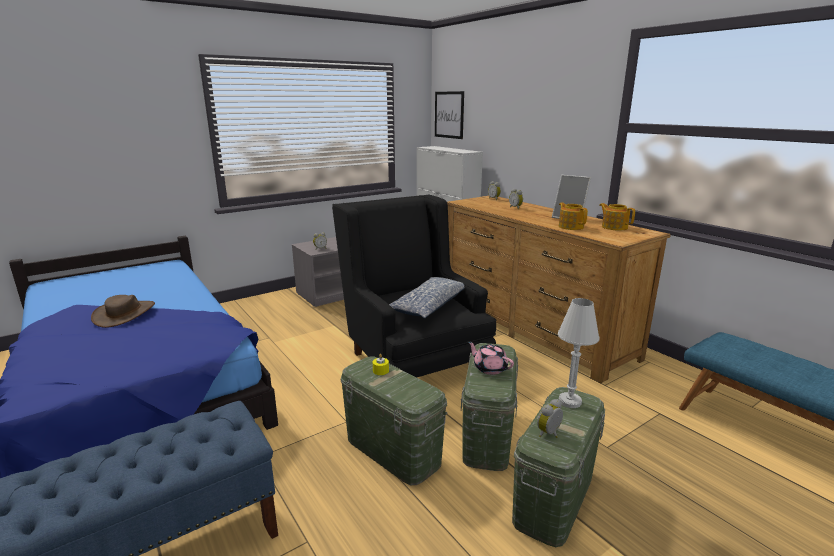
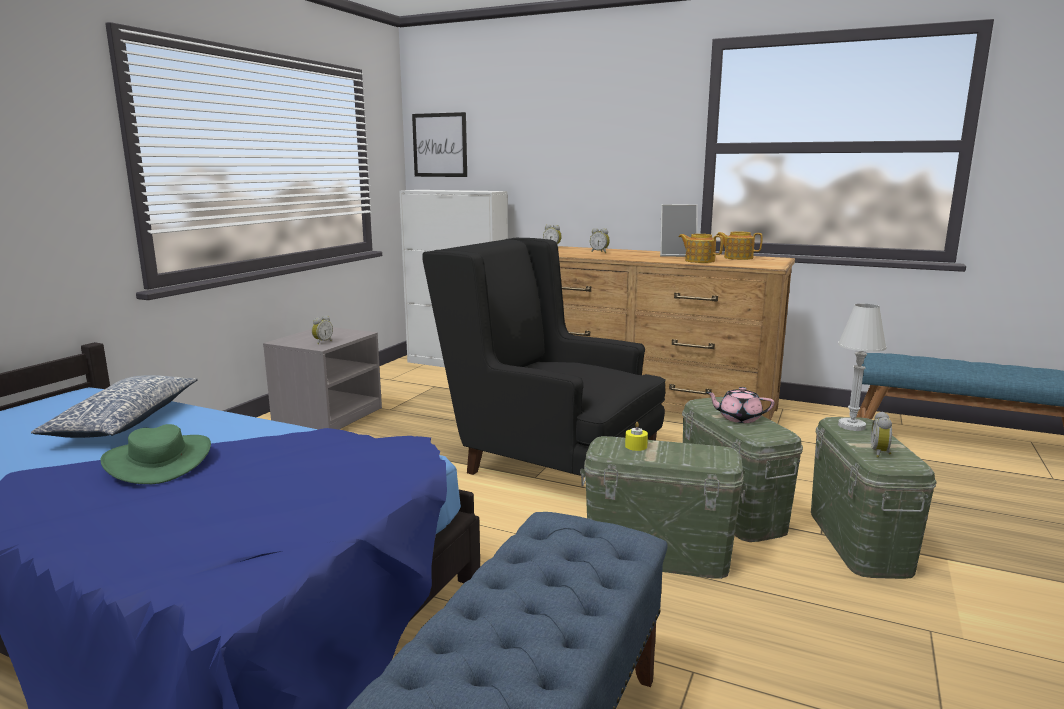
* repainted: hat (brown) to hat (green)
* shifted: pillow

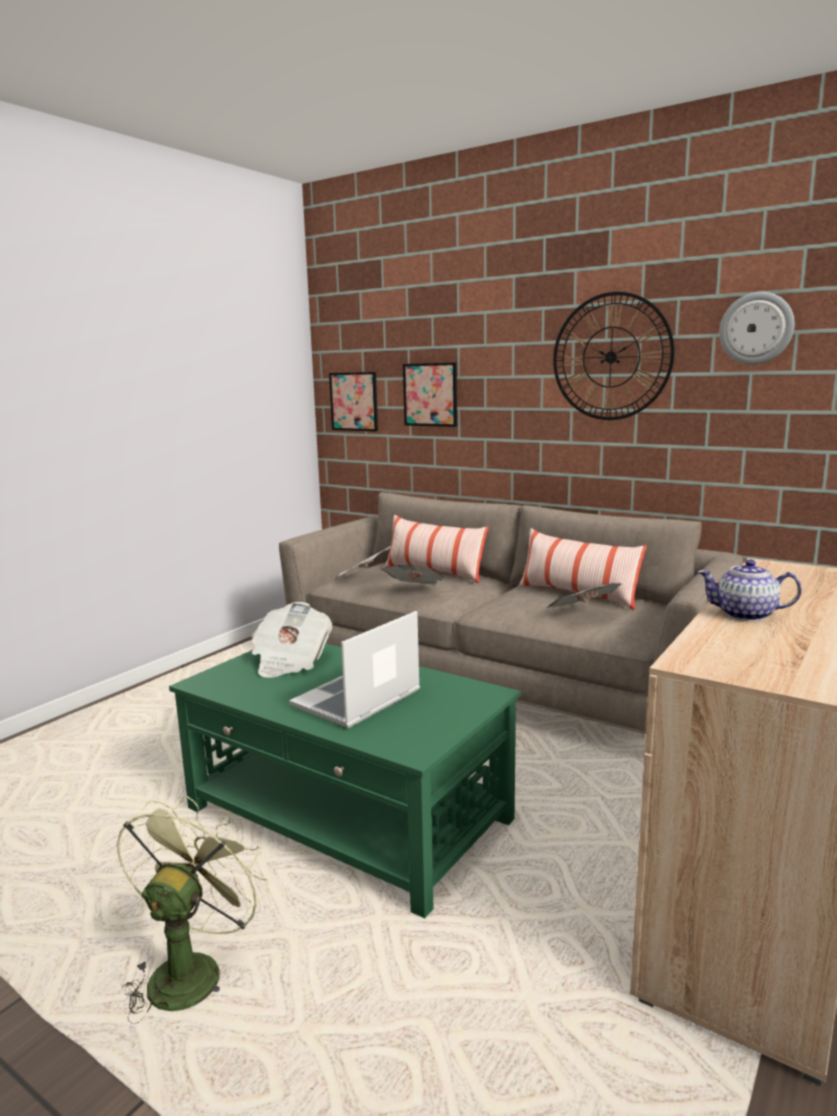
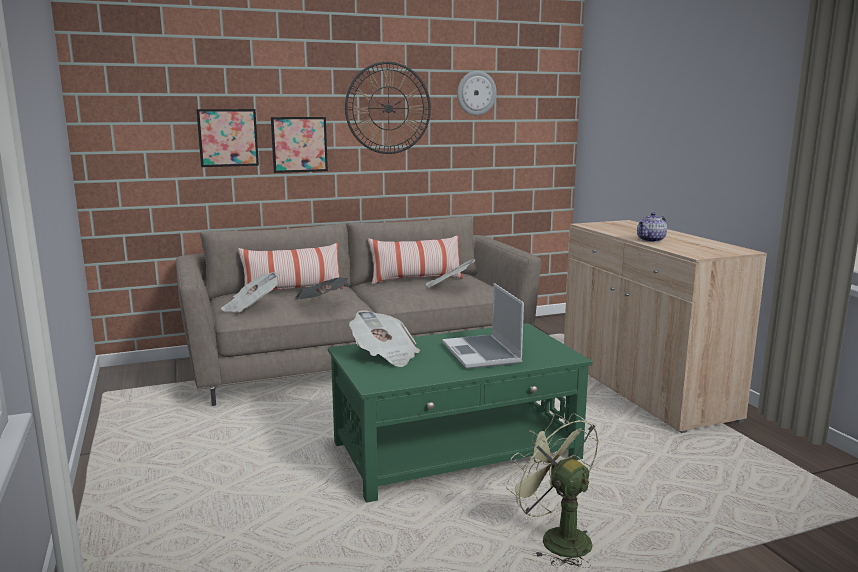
* shifted: picture (no. 1 from left in the first image) to picture (no. 2 from left)

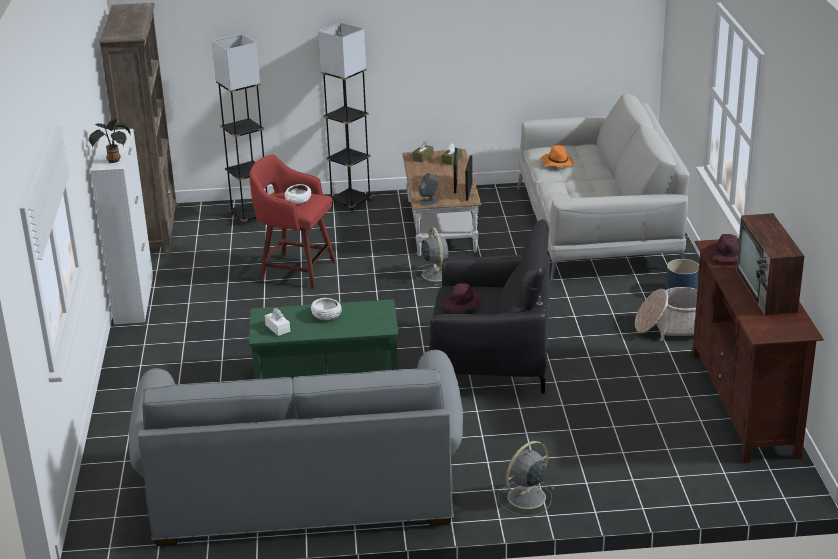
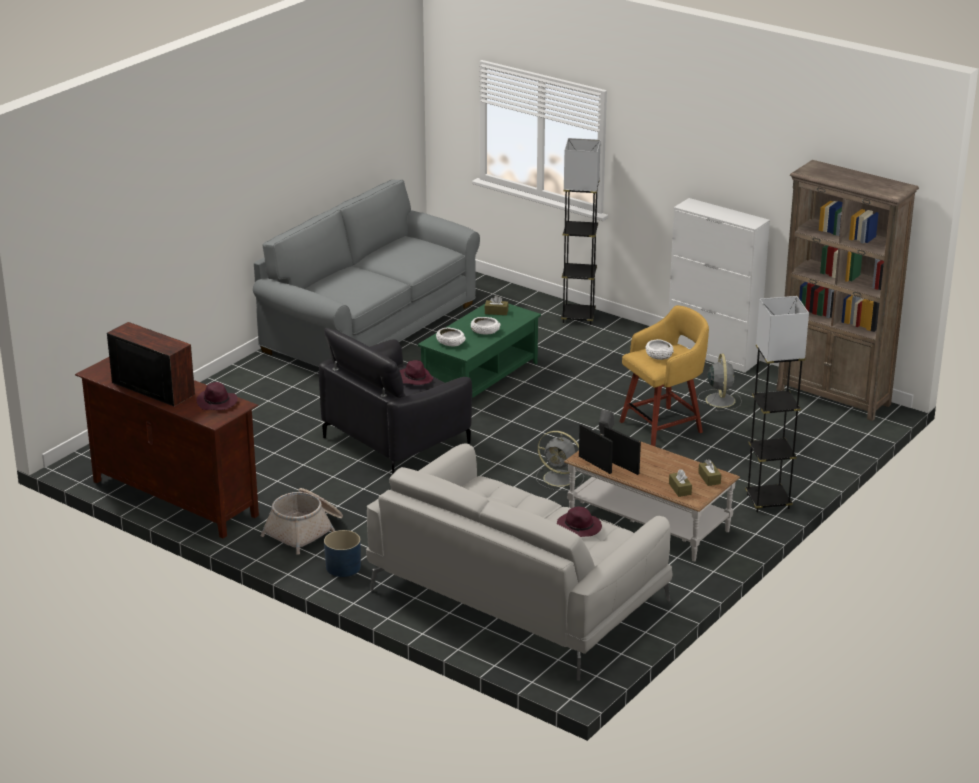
* gone: potted plant
* shifted: floor lamp (grey) (no. 1 from left)
* repainted: stool (red) to stool (yellow)
* repainted: tissue box (white) to tissue box (brown) (no. 1 from left)
* shifted: fan (grey) (no. 2 from left)
* repainted: hat (orange) to hat (purple) (no. 3 from left)
* new: bowl (white) (no. 1 from left)

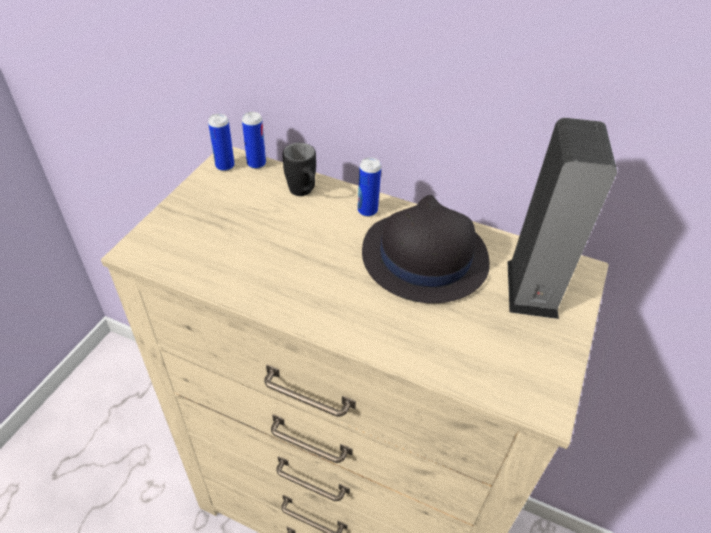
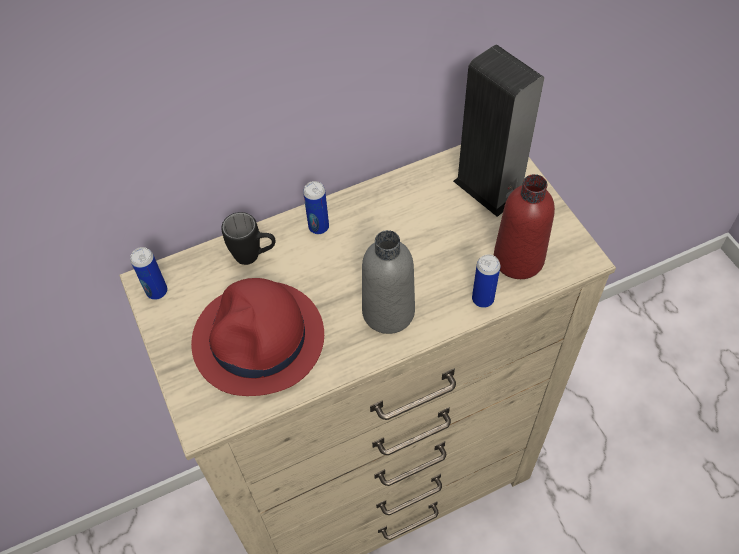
* shifted: can (no. 2 from left in the first image) to can (no. 3 from left)
* gone: hat (black)
* new: hat (red)
* new: bottle (grey)
* new: bottle (red)

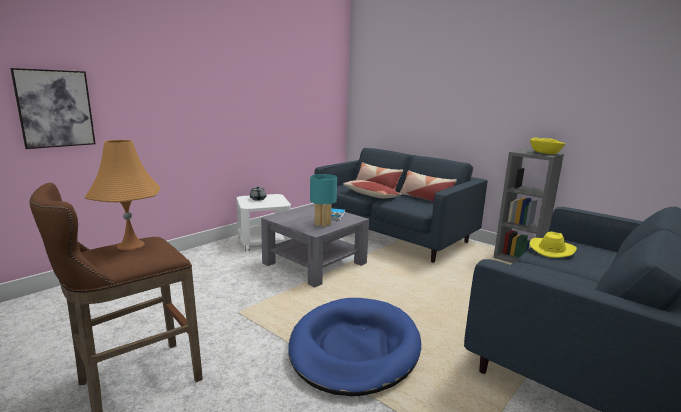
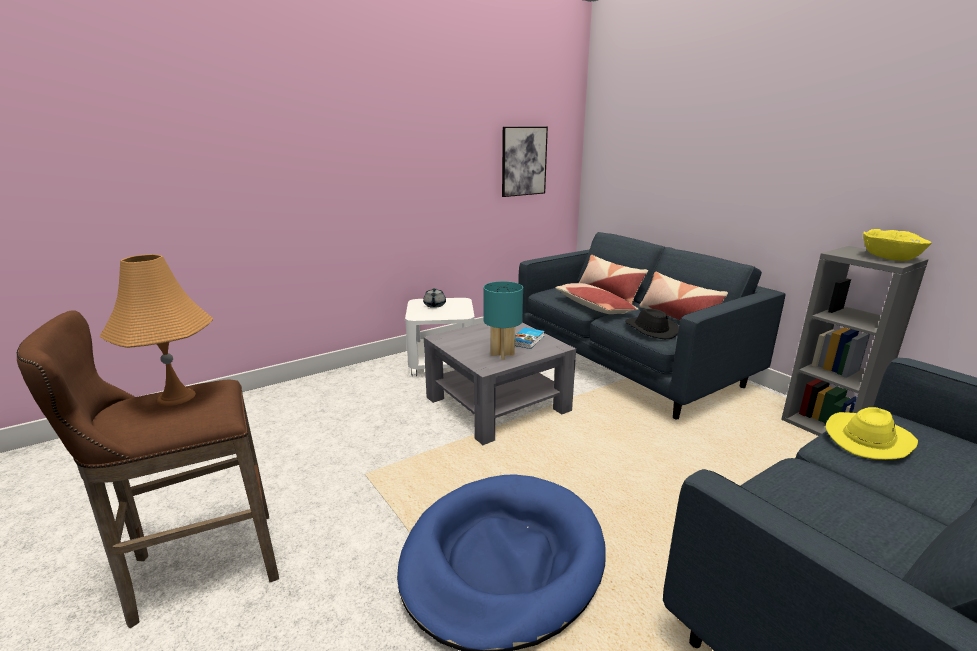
* shifted: picture
* new: hat (black)

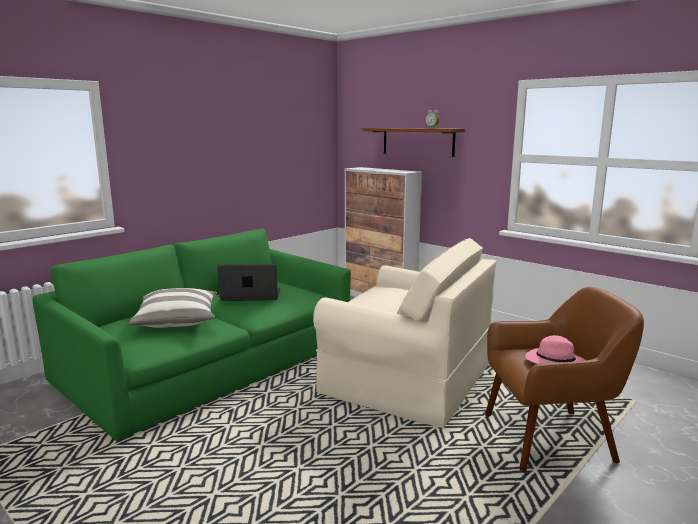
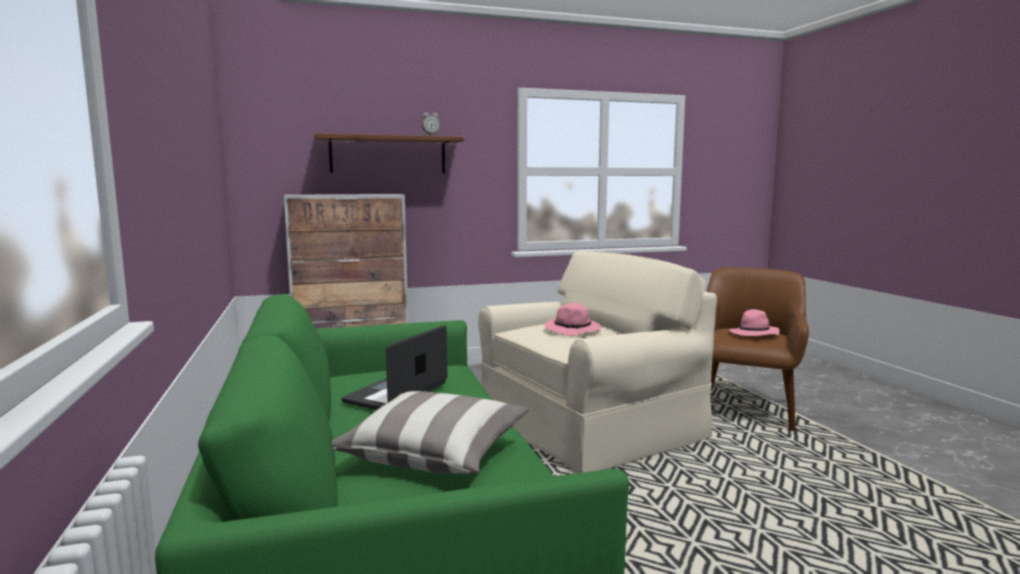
* new: hat (pink) (no. 1 from left)

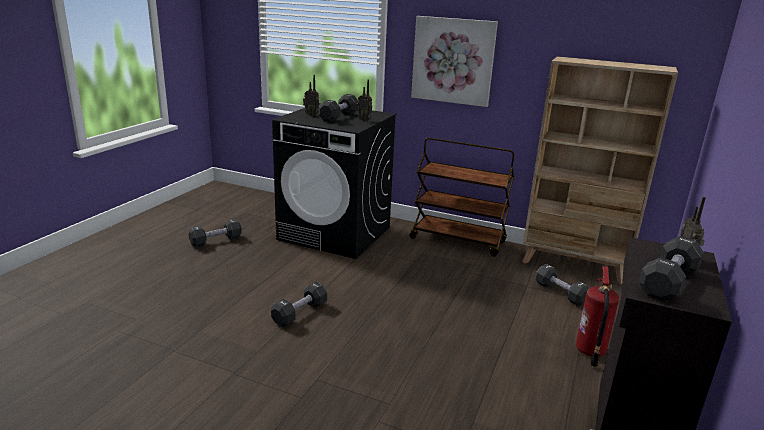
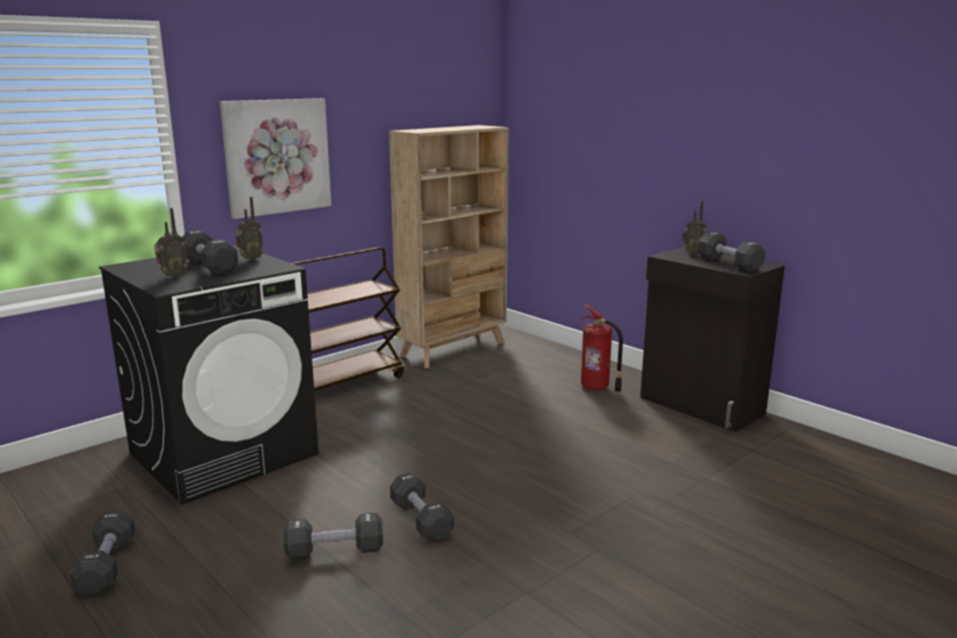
* shifted: dumbbell (black) (no. 4 from left in the first image) to dumbbell (black) (no. 3 from left)

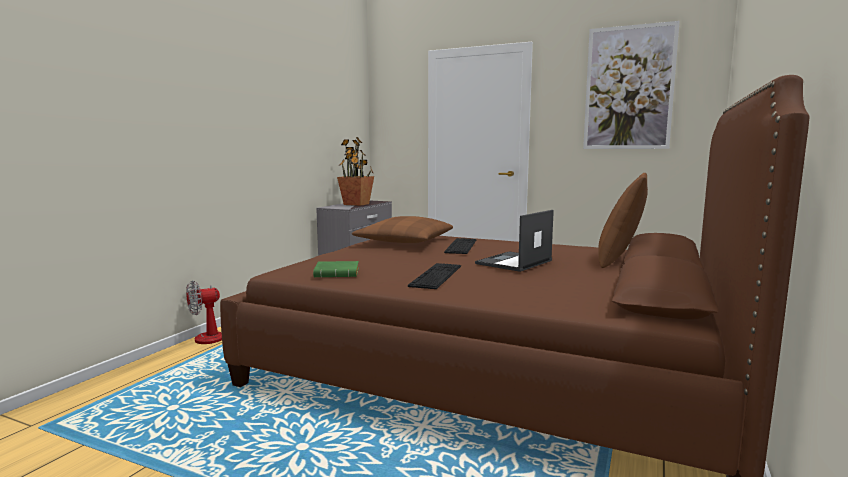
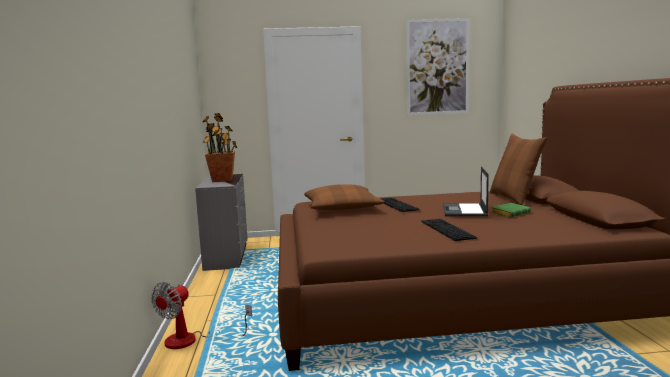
* shifted: book (green)

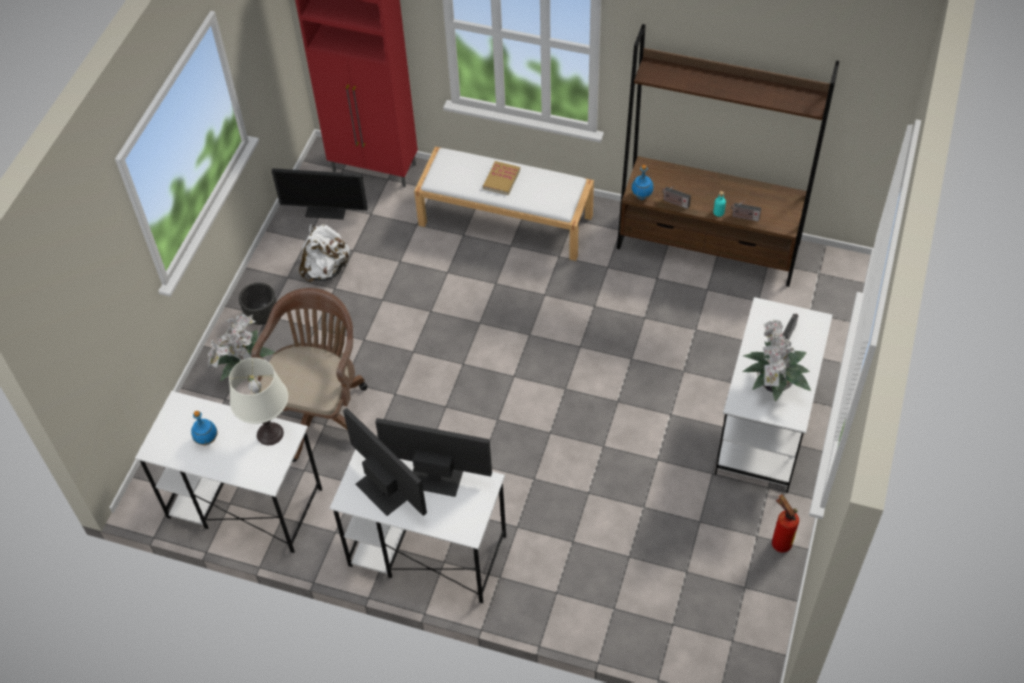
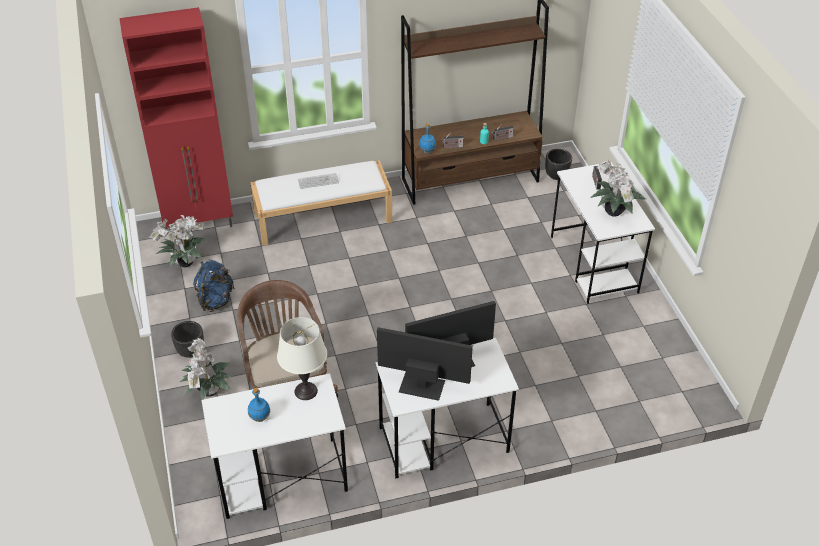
* swapped: monitor (no. 1 from left) to potted plant (no. 1 from left)
* repainted: backpack (white) to backpack (blue)
* swapped: book to keyboard
* gone: fire extinguisher
* new: planter (black) (no. 2 from left)

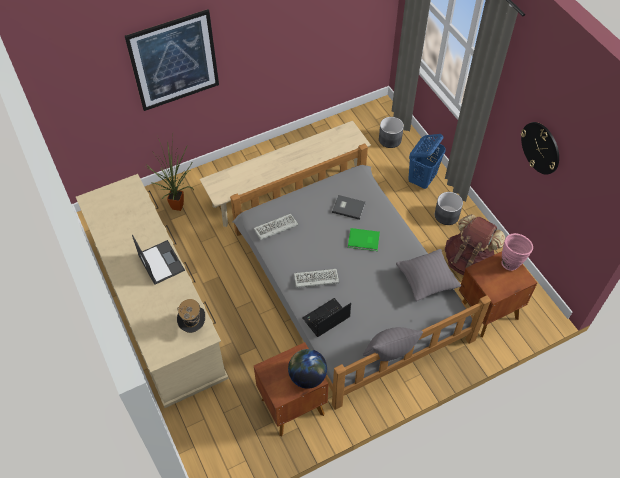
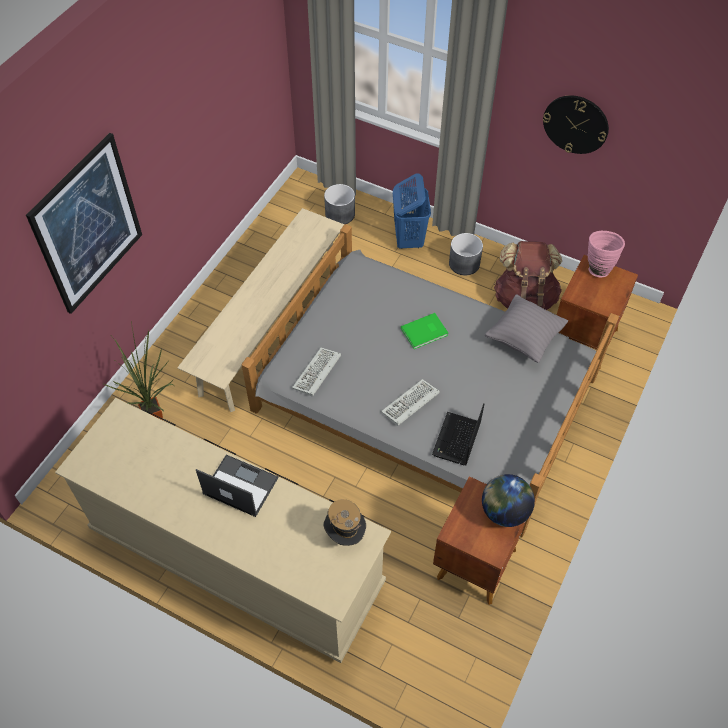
* gone: book (grey)
* gone: pillow (grey) (no. 1 from left)

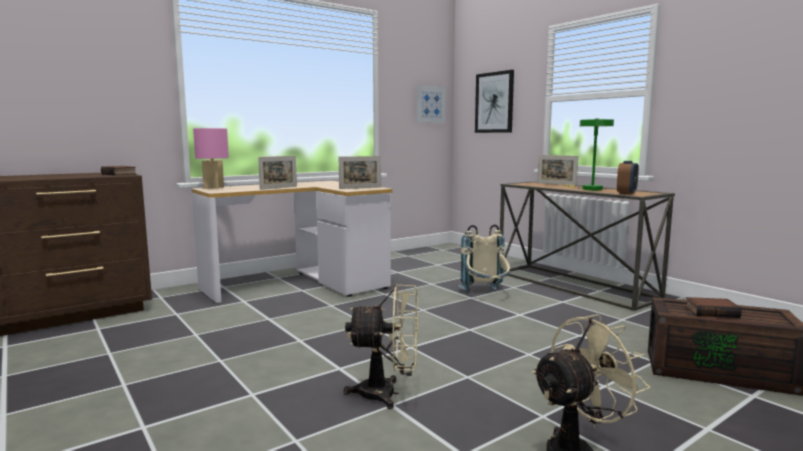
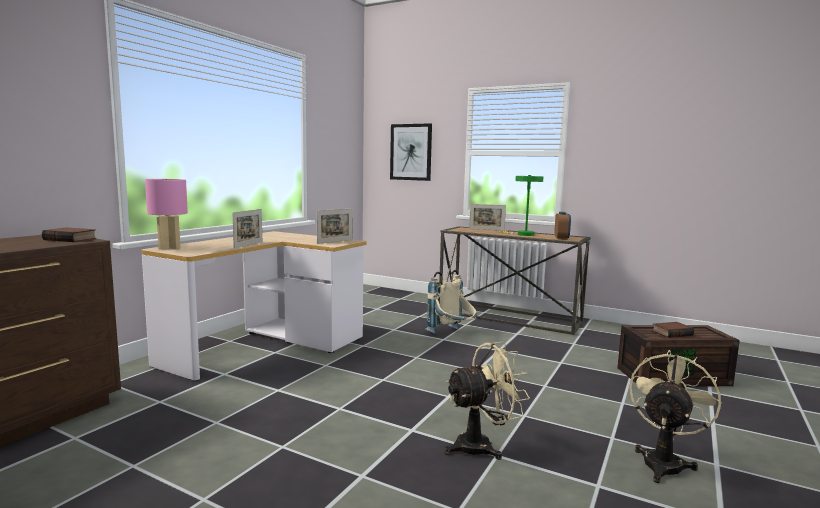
* gone: picture (no. 1 from left)

